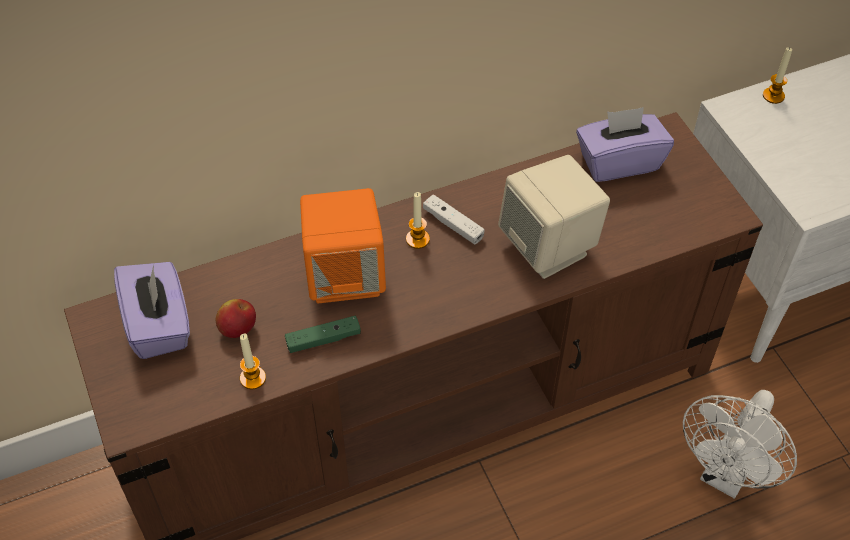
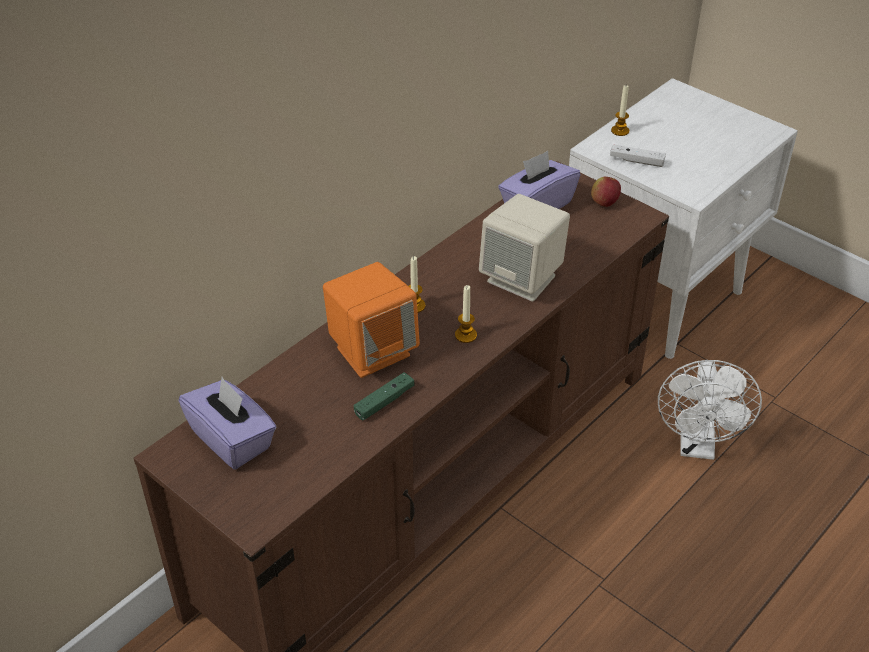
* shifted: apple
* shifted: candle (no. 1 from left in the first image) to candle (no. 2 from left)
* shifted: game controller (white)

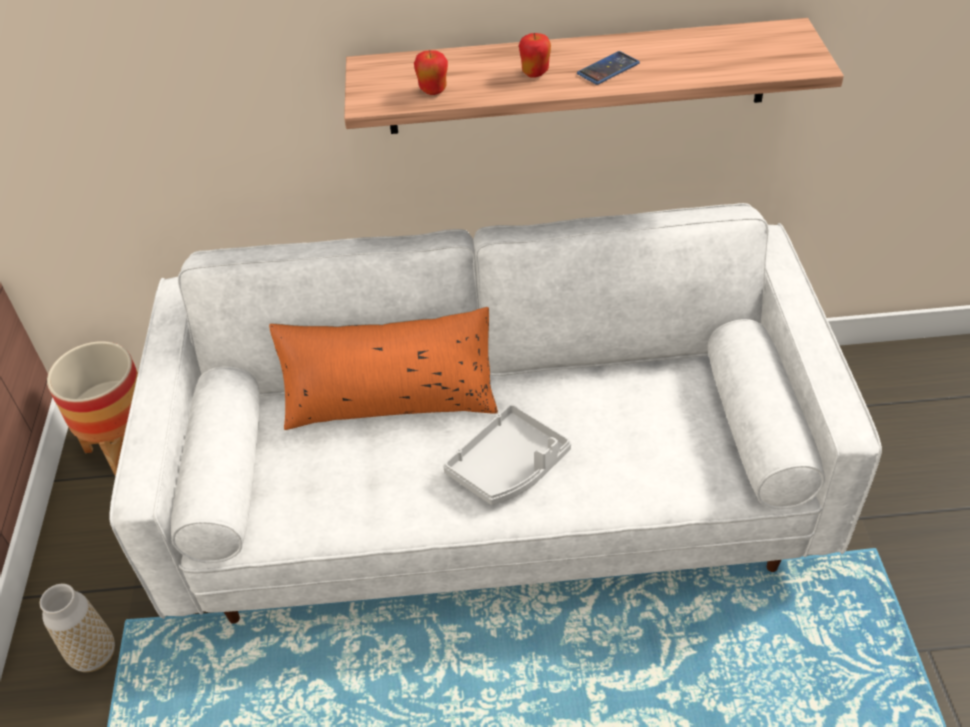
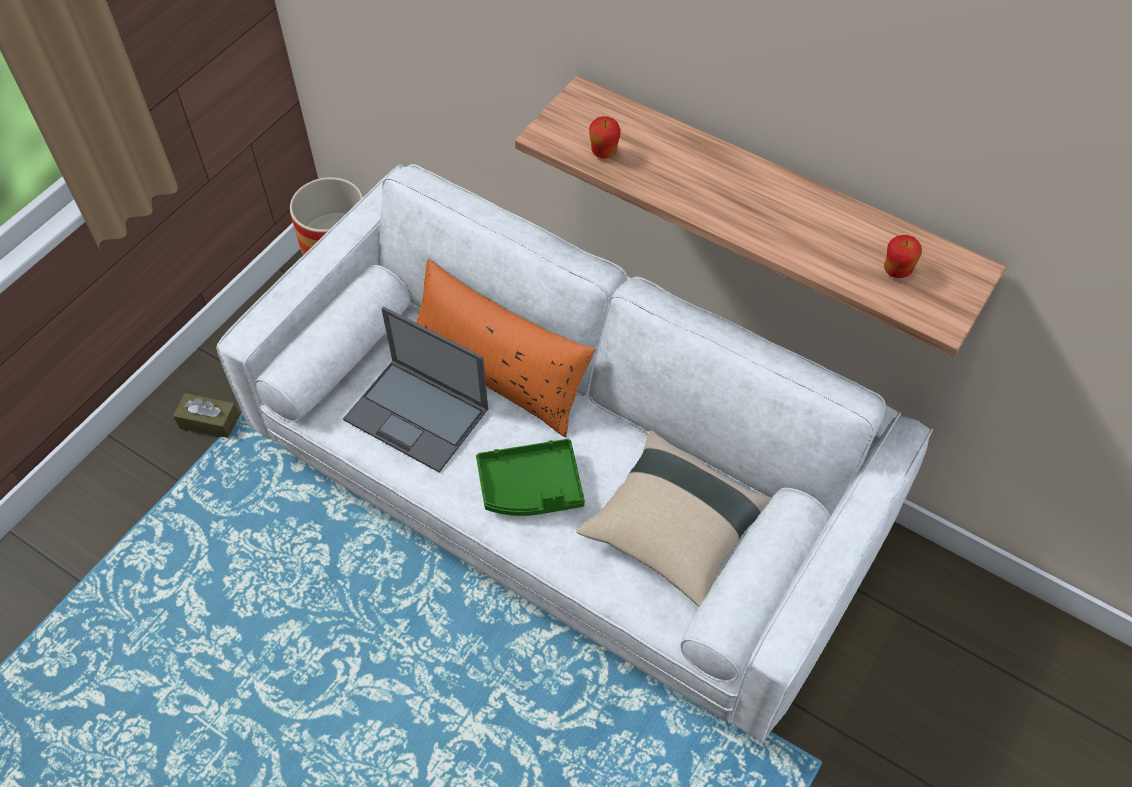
* swapped: vase to tissue box (brown)
* repainted: tray (grey) to tray (green)
* shifted: apple (no. 2 from left)
* gone: phone
* new: laptop
* new: pillow (beige)

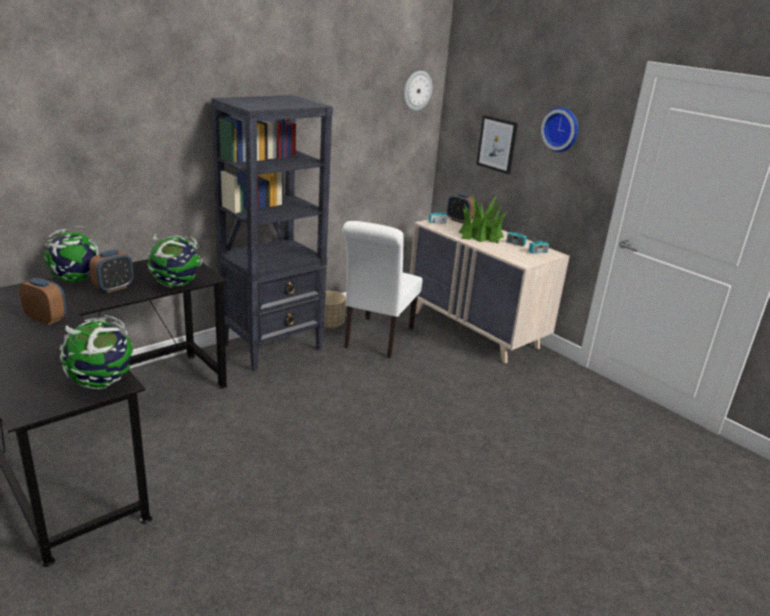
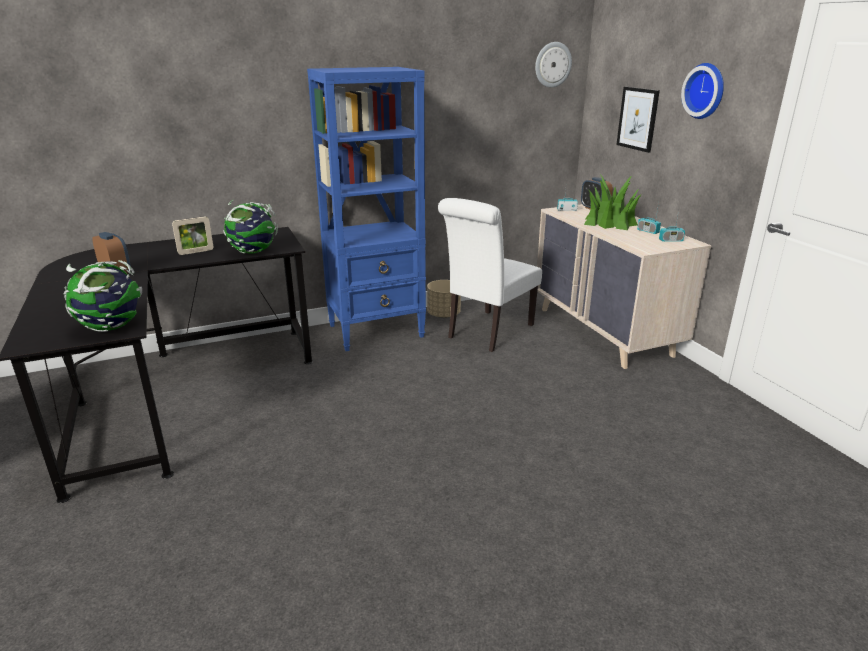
* gone: globe (no. 1 from left)
* swapped: alarm clock (no. 2 from left) to picture frame
* repainted: bookcase (black) to bookcase (blue)

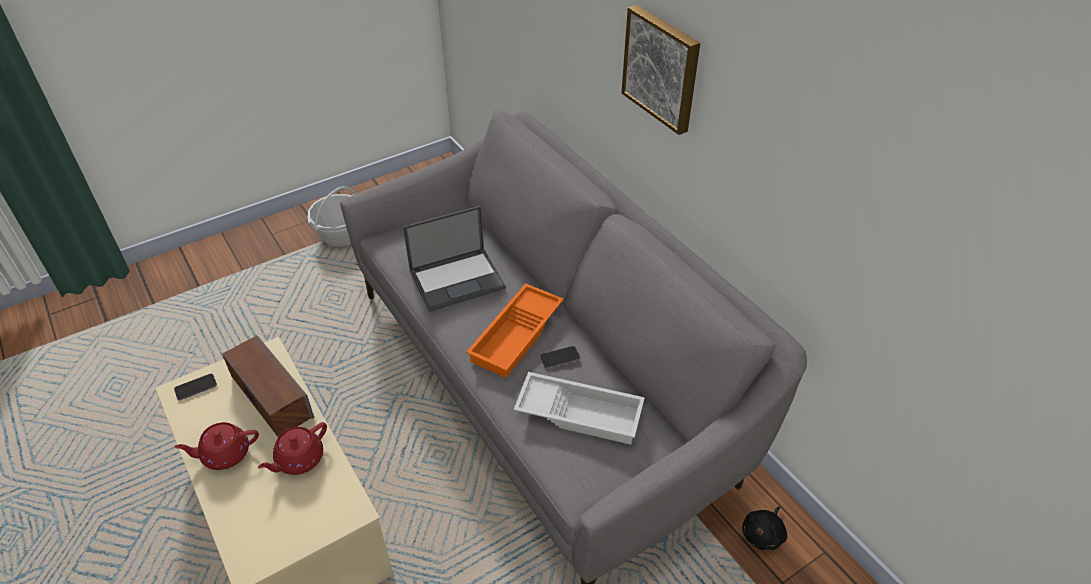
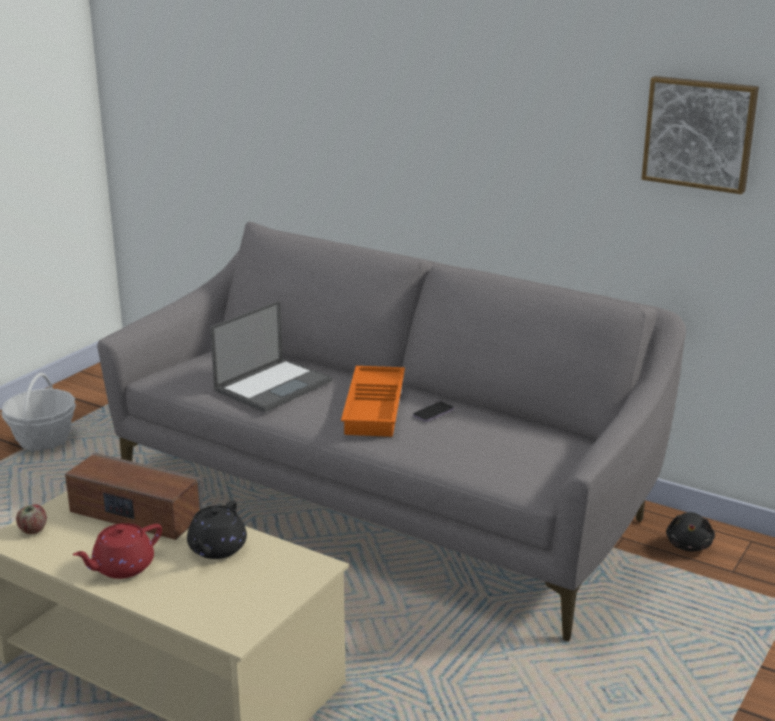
* swapped: phone (no. 1 from left) to apple
* repainted: teapot (red) (no. 2 from left) to teapot (black)
* gone: tray (white)
* shifted: picture

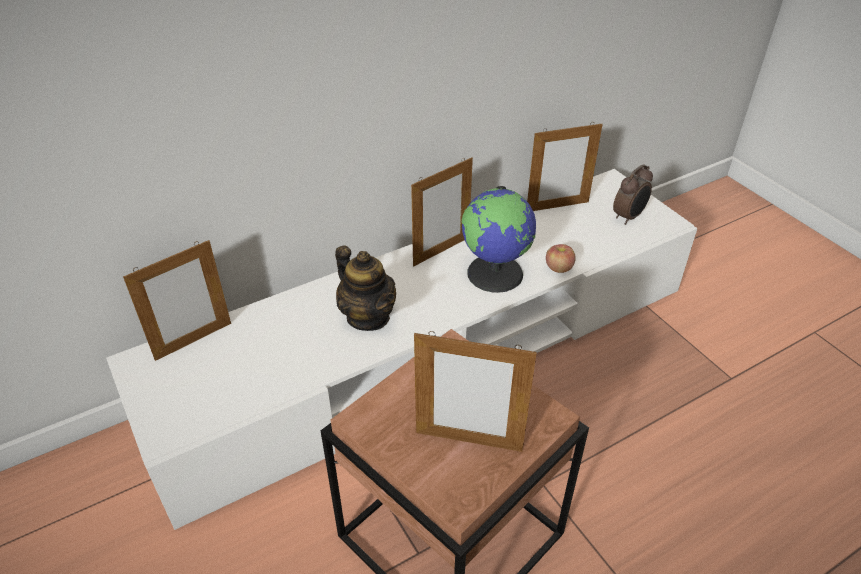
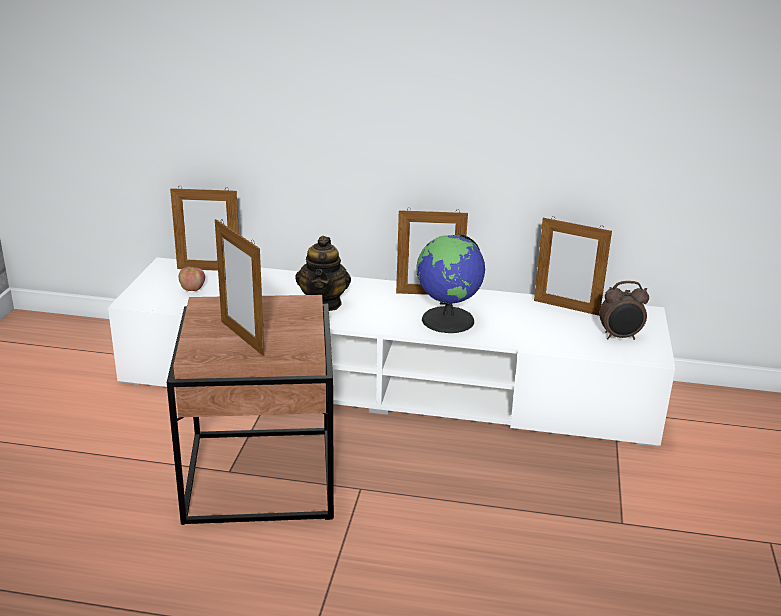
* shifted: apple

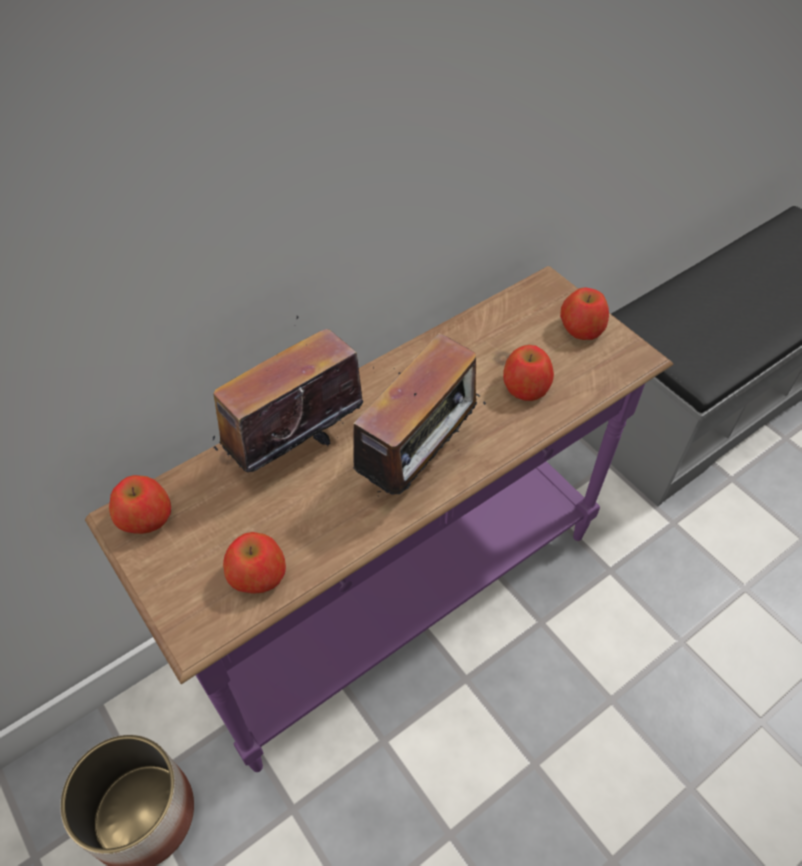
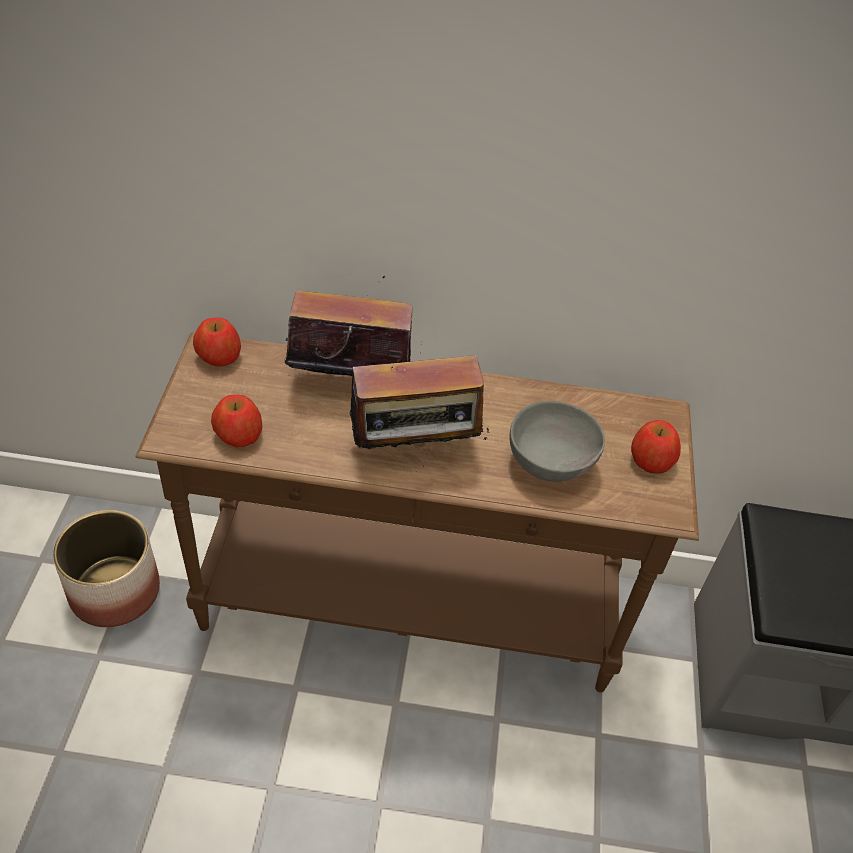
* repainted: console table (purple) to console table (brown)
* swapped: apple (no. 3 from left) to bowl (grey)

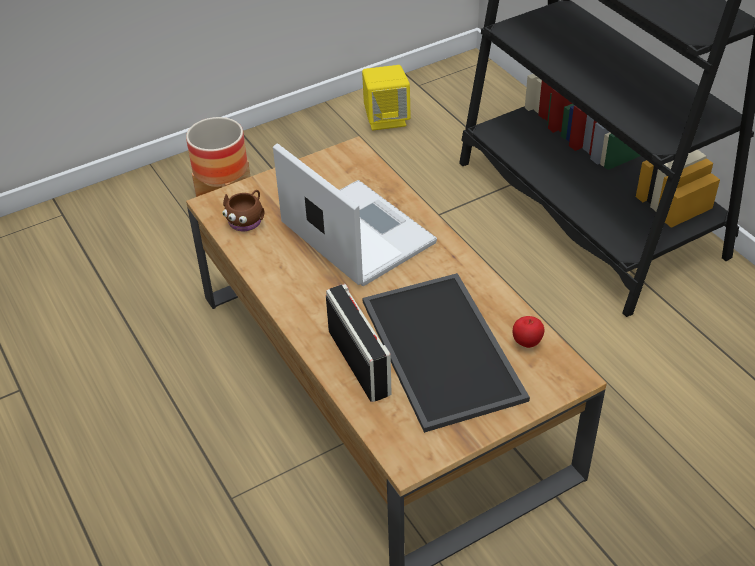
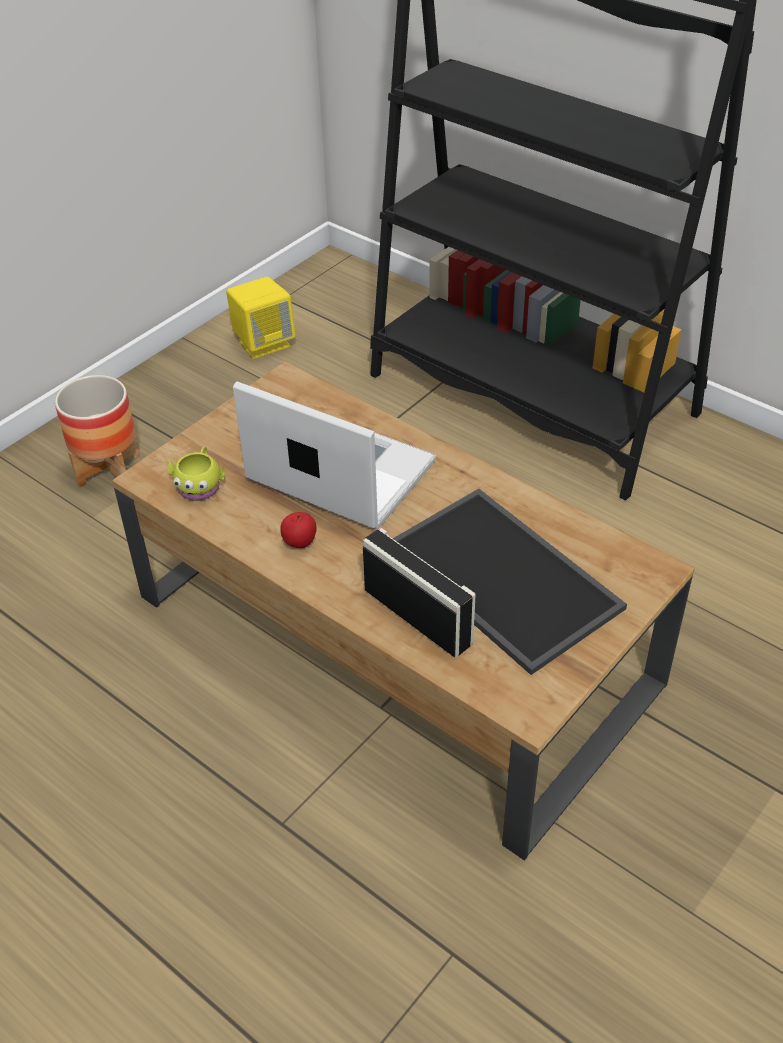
* repainted: mug (brown) to mug (yellow)
* shifted: apple

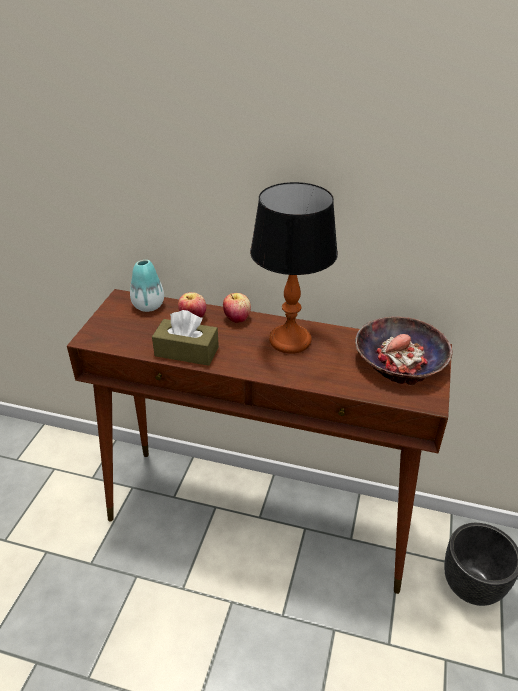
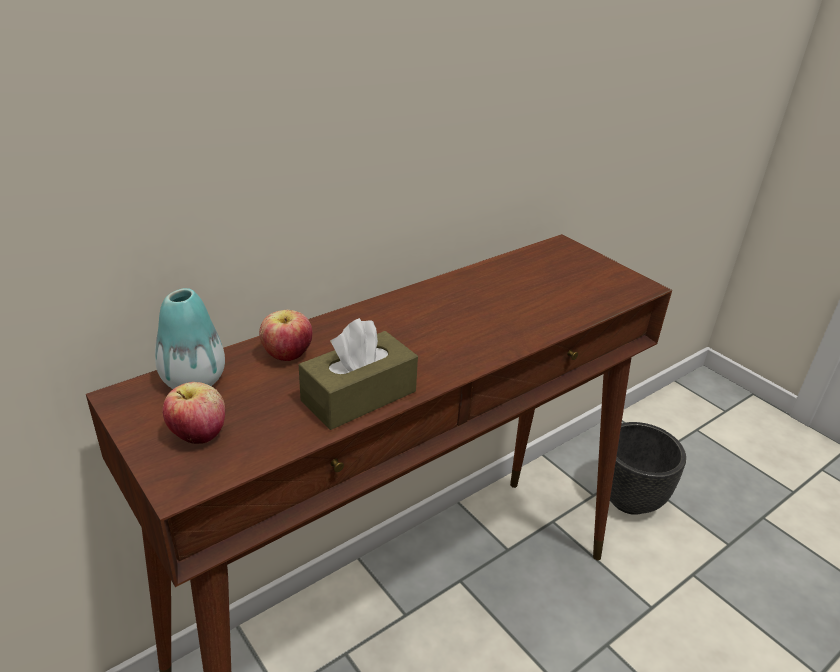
* shifted: apple (no. 2 from left in the first image) to apple (no. 1 from left)
* gone: table lamp
* gone: bowl

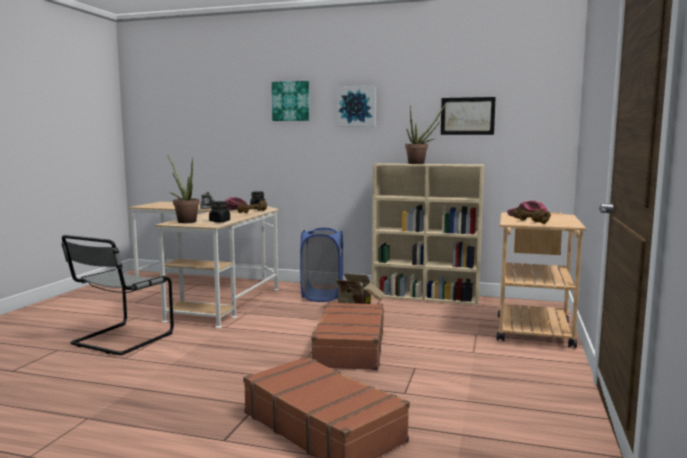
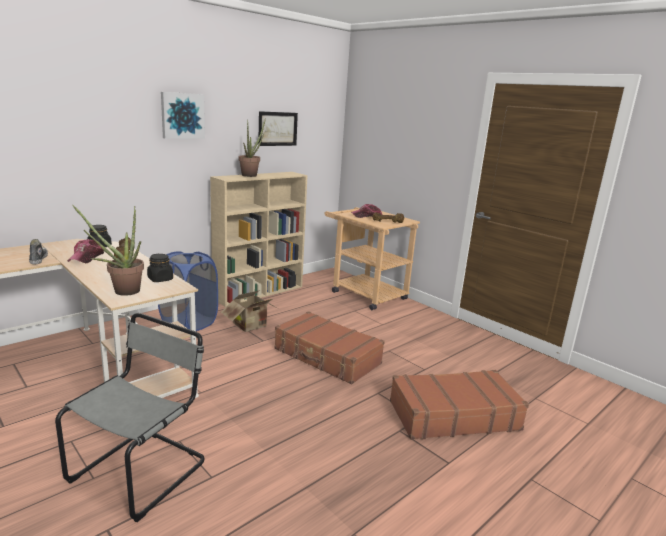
* rotated: chair (grey) 120 degrees counterclockwise
* gone: picture (no. 1 from left)

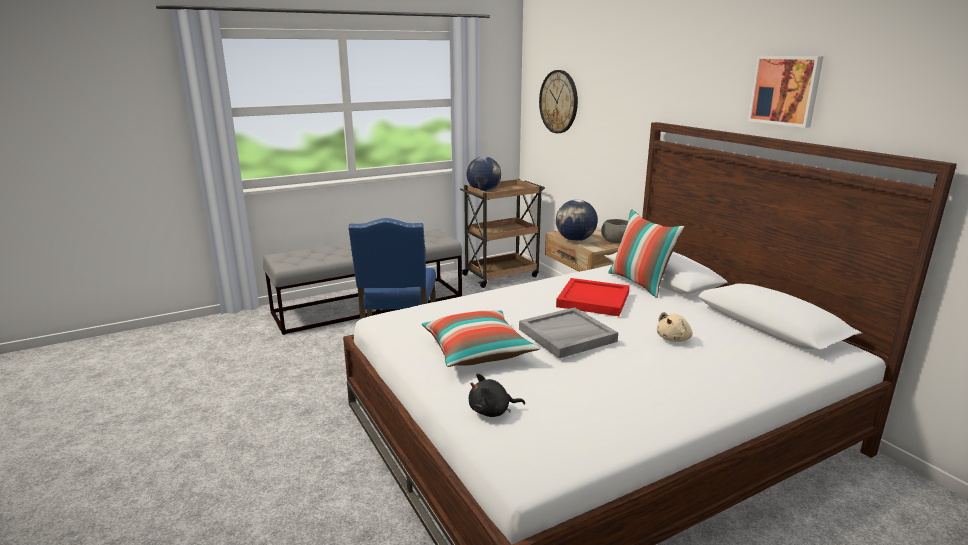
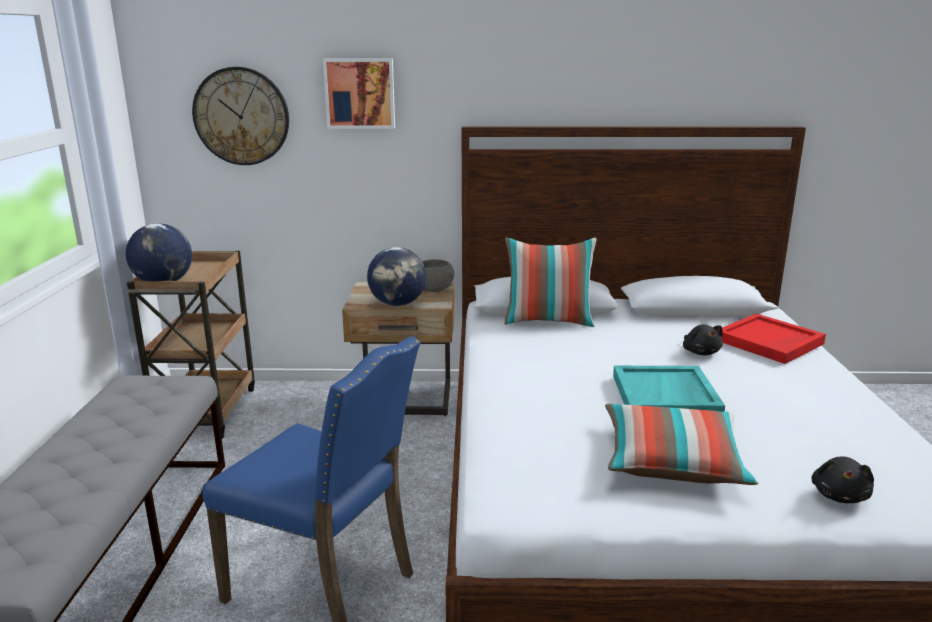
* repainted: tray (grey) to tray (turquoise)
* shifted: tray (red)
* repainted: plush toy (beige) to plush toy (black) (no. 1 from left)
* shifted: picture

